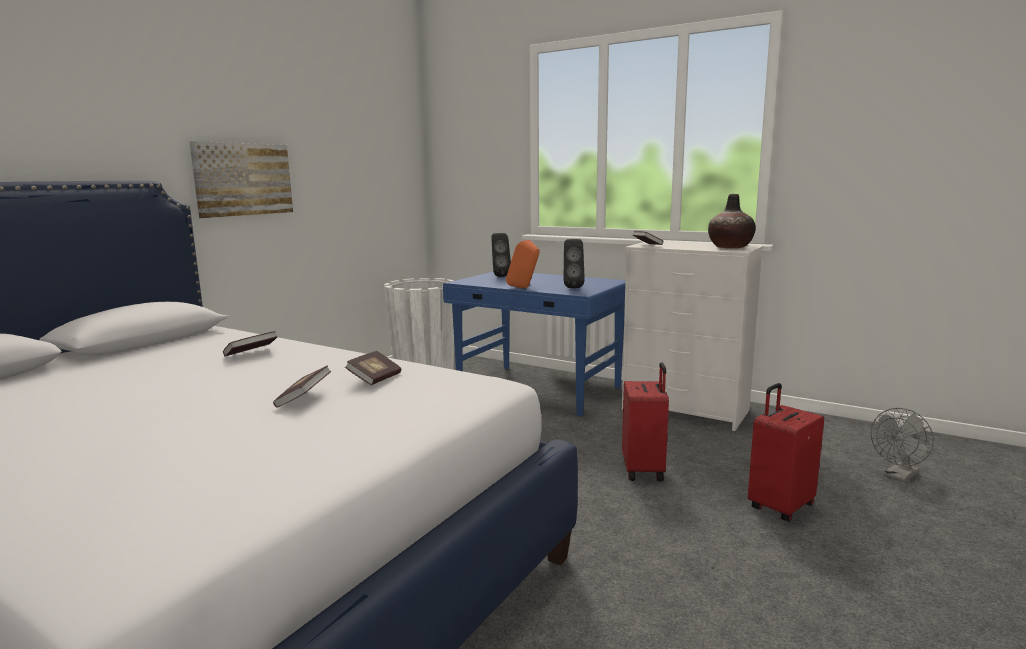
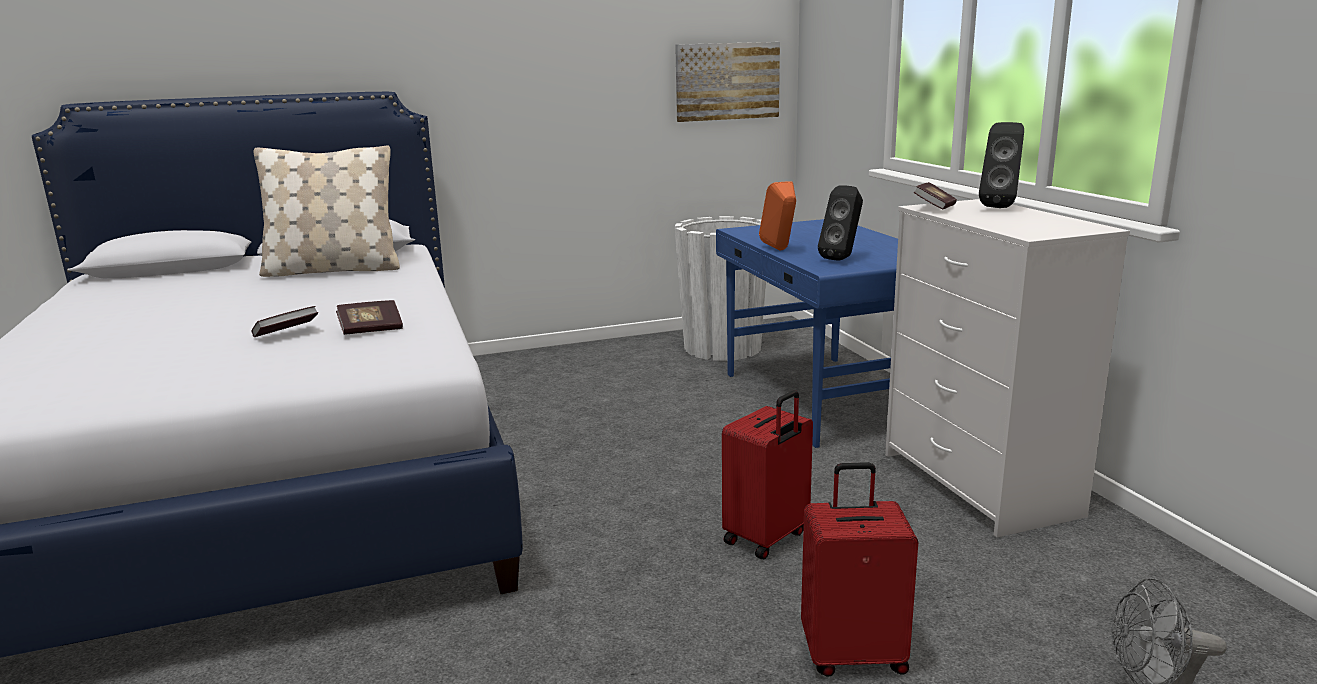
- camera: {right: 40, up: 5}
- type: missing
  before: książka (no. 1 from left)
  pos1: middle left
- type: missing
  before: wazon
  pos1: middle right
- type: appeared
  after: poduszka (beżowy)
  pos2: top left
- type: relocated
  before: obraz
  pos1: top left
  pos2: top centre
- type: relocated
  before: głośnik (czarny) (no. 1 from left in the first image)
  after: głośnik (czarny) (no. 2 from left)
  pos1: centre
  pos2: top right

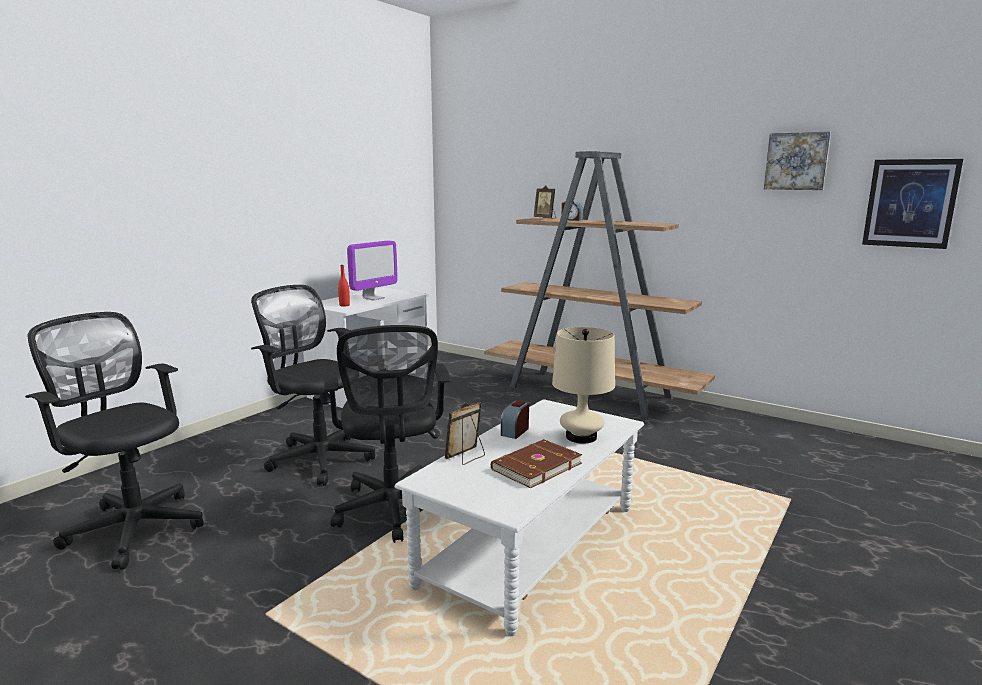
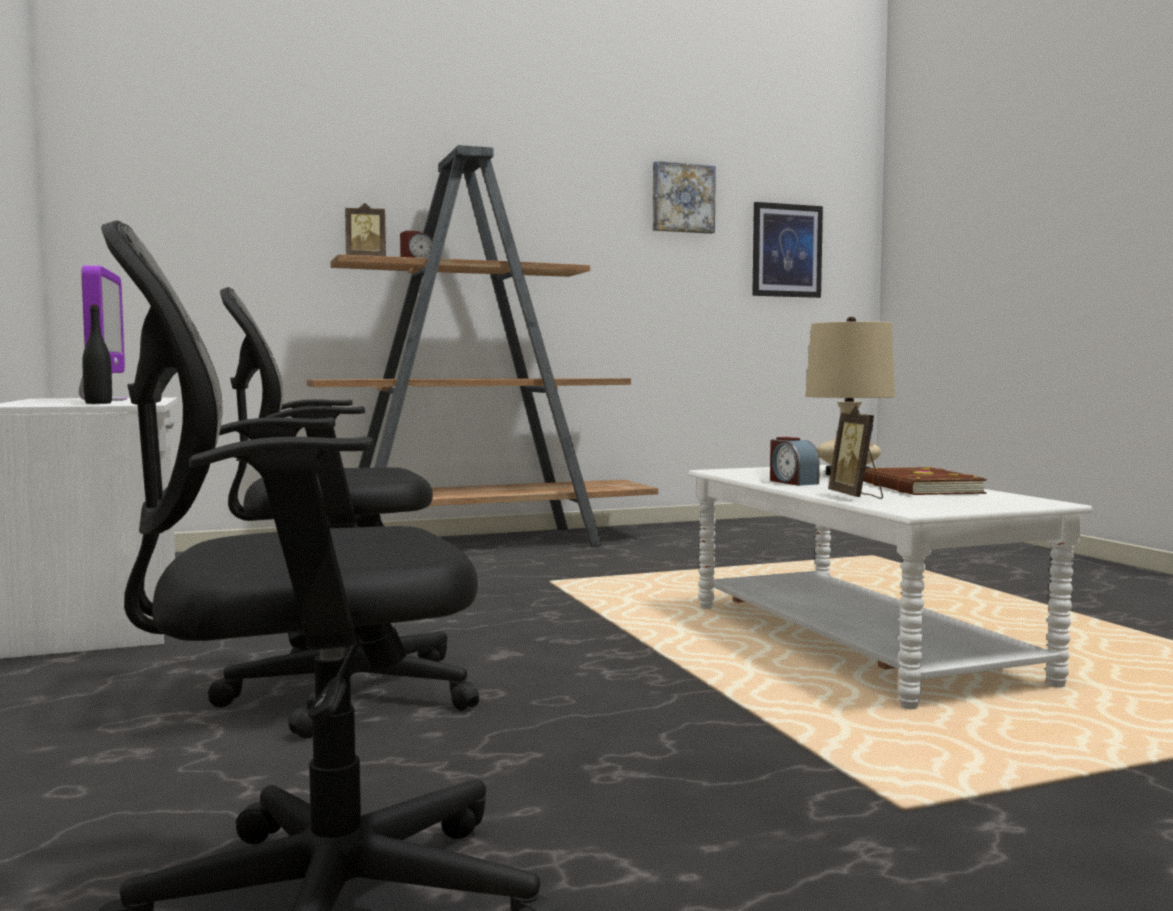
- camera: {right: -55, up: -10}
- type: missing
  before: krzesło biurowe (czarny) (no. 3 from left)
  pos1: centre
- type: colour
  before: butelka (czerwony)
  after: butelka (czarny)
  pos1: centre
  pos2: middle left

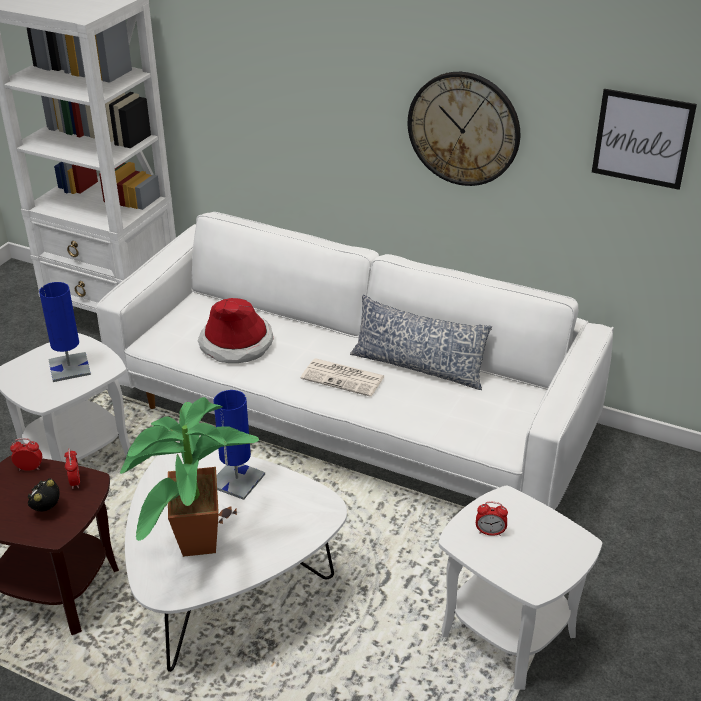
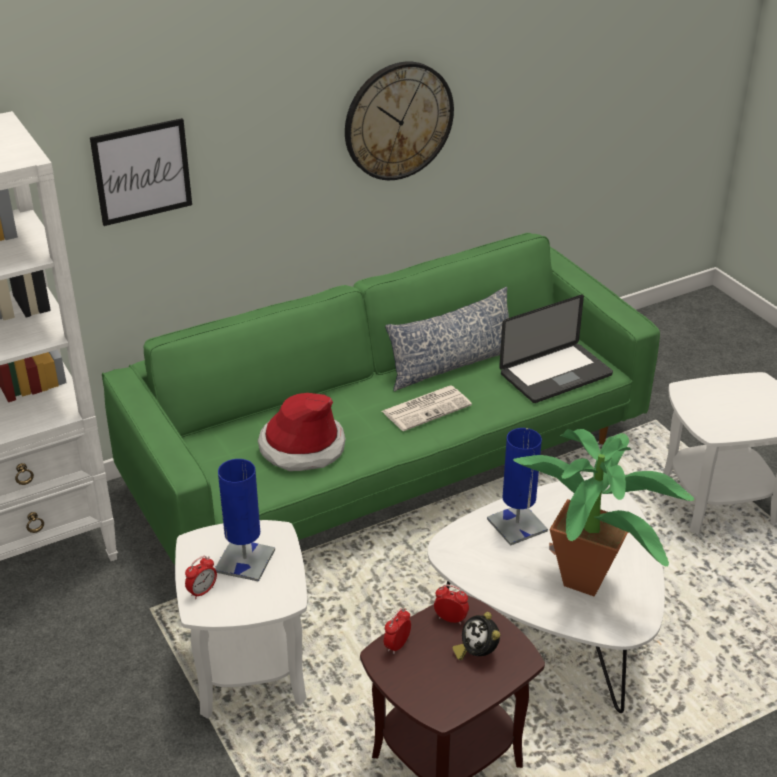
- camera: {right: -55, up: 0}
- type: appeared
  after: laptop
  pos2: middle right
- type: relocated
  before: budzik (no. 4 from left in the first image)
  after: budzik (no. 1 from left)
  pos1: bottom right
  pos2: bottom left
- type: relocated
  before: obraz
  pos1: top right
  pos2: top left
- type: colour
  before: kanapa (biały)
  after: kanapa (zielony)
  pos1: centre
  pos2: centre

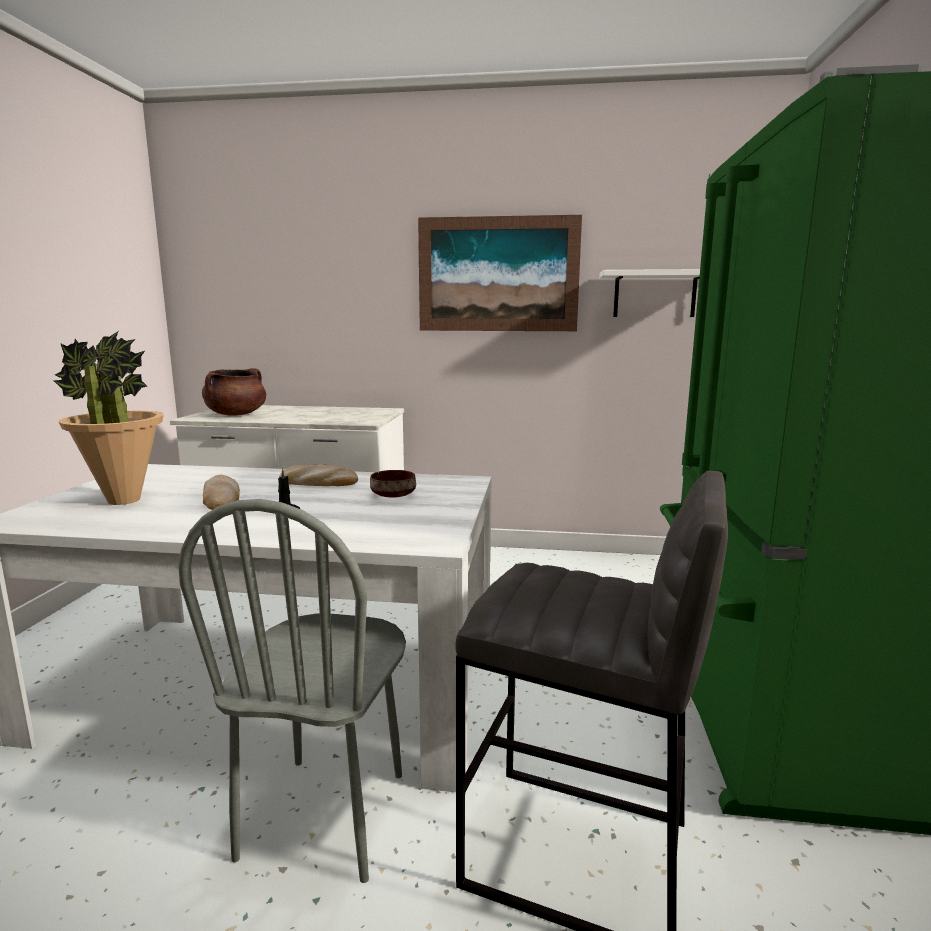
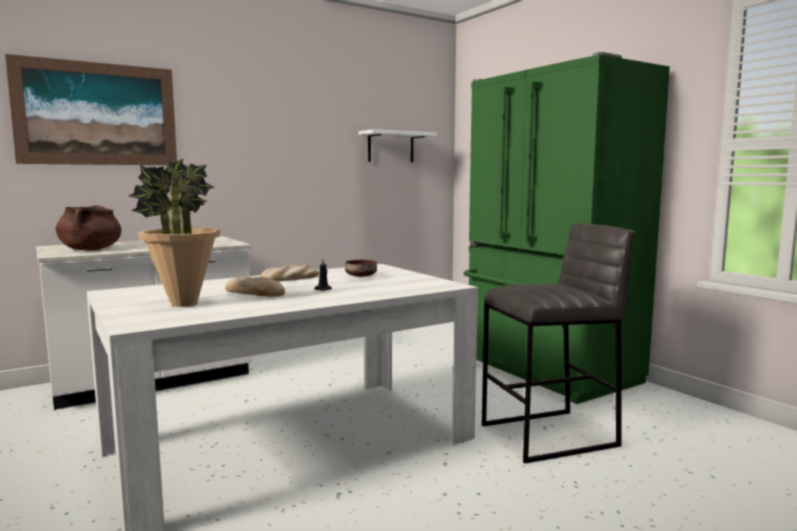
- camera: {right: -40, up: -5}
- type: missing
  before: krzesło (szary)
  pos1: bottom left
- type: relocated
  before: obraz
  pos1: top centre
  pos2: top left

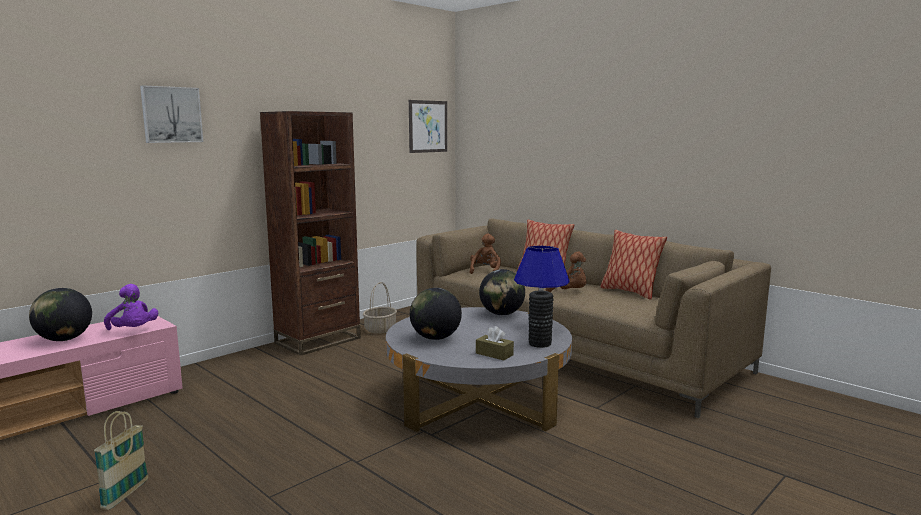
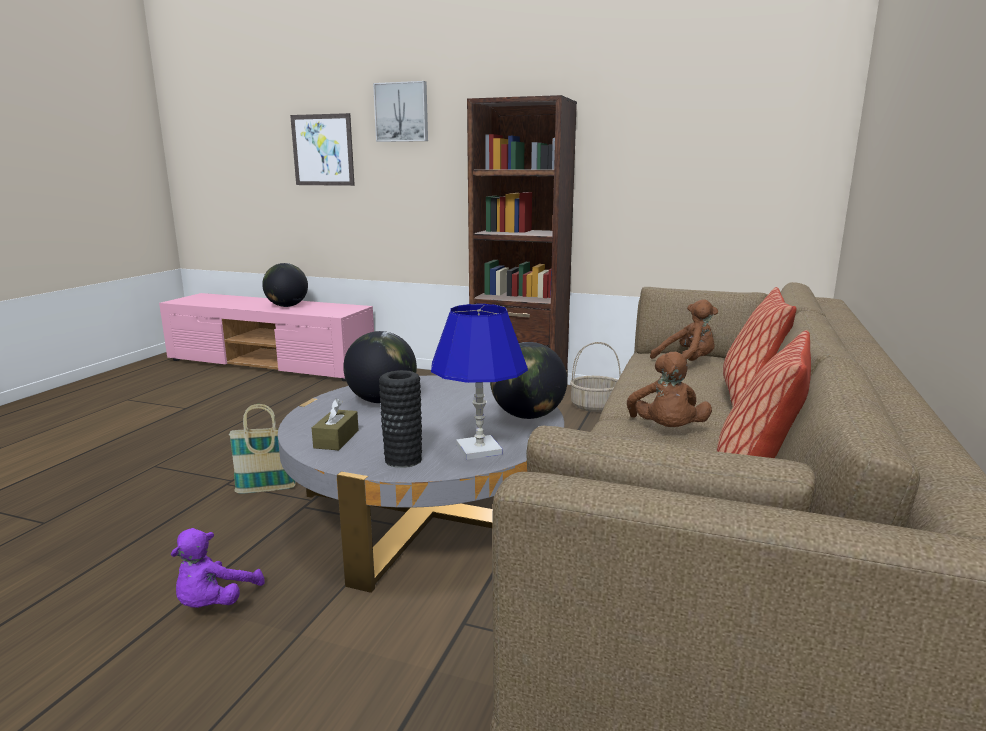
- camera: {right: 65, up: 5}
- type: relocated
  before: koszyk (no. 1 from left)
  pos1: bottom left
  pos2: middle left
- type: relocated
  before: pluszak (fioletowy)
  pos1: middle left
  pos2: bottom left
- type: relocated
  before: obraz (no. 2 from left in the first image)
  after: obraz (no. 1 from left)
  pos1: top centre
  pos2: top left

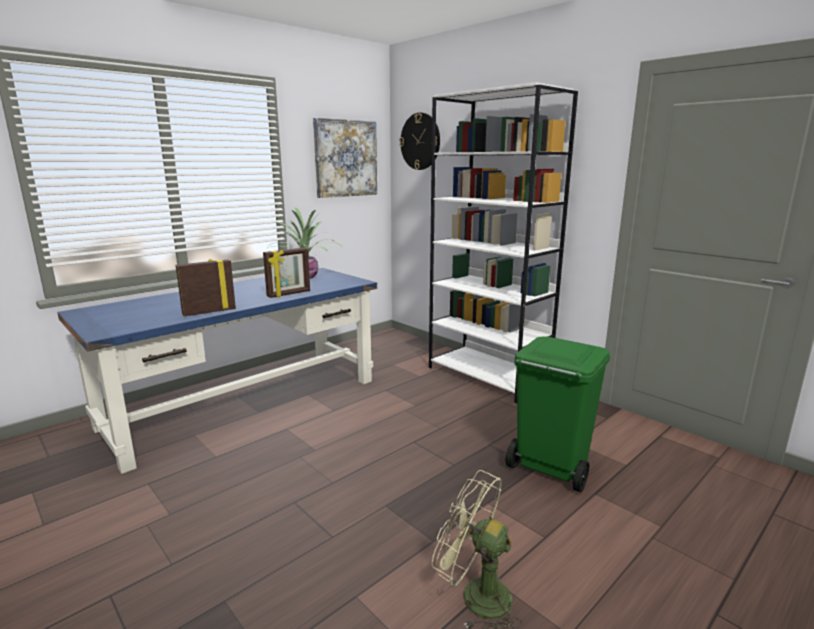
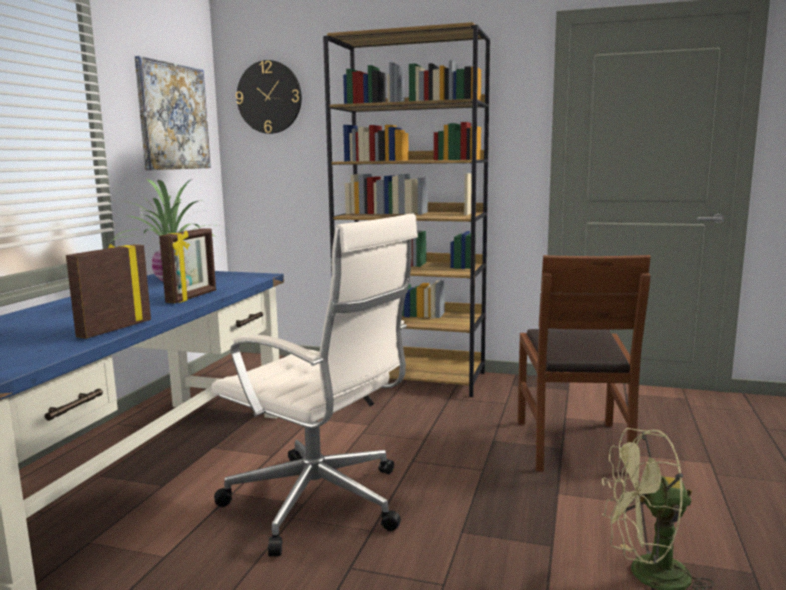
- camera: {right: -30, up: -5}
- type: appeared
  after: krzesło biurowe (biały)
  pos2: centre
- type: exchanged
  before: kosz na śmieci (zielony)
  after: krzesło (brązowy)
  pos1: middle right
  pos2: middle right
- type: colour
  before: regał (biały)
  after: regał (brązowy)
  pos1: centre
  pos2: centre

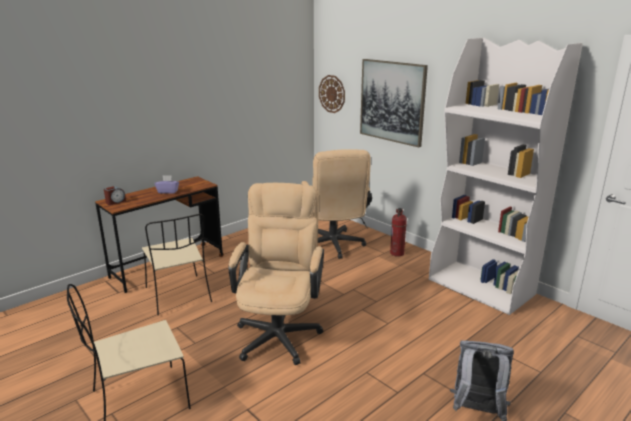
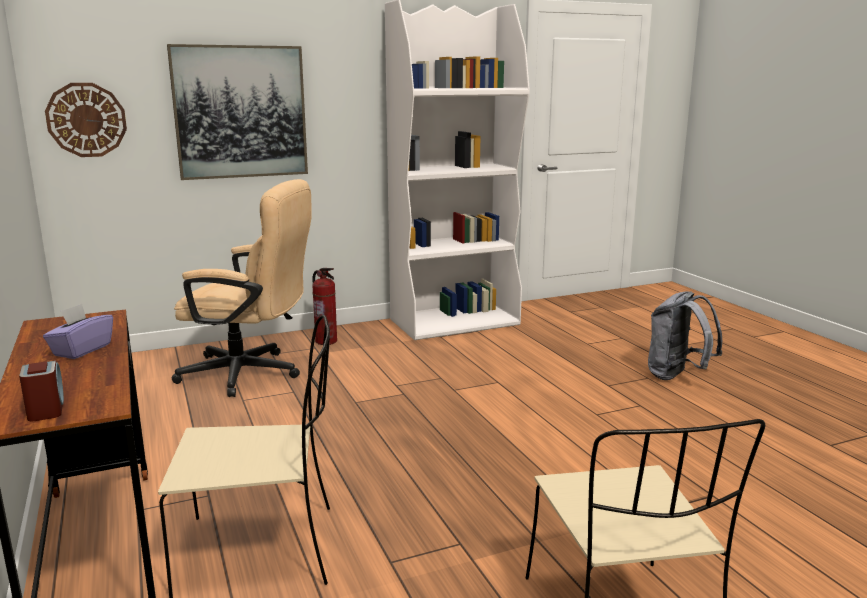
- camera: {right: -70, up: -5}
- type: missing
  before: krzesło biurowe (beżowy) (no. 1 from left)
  pos1: centre

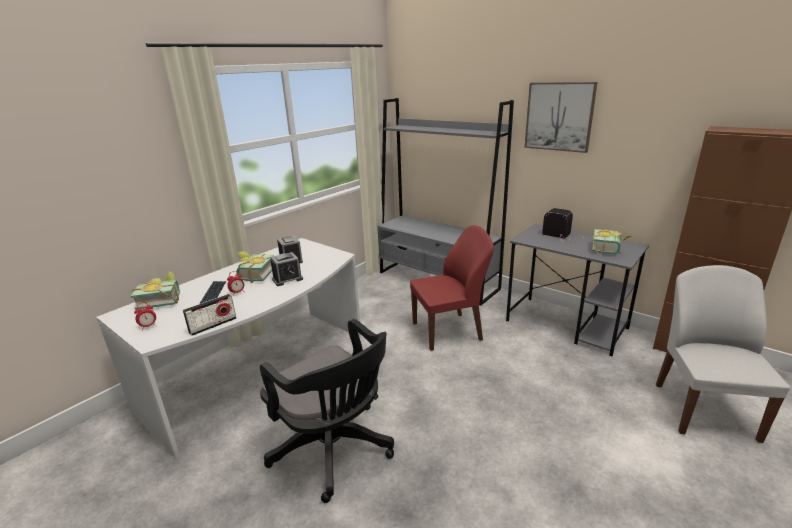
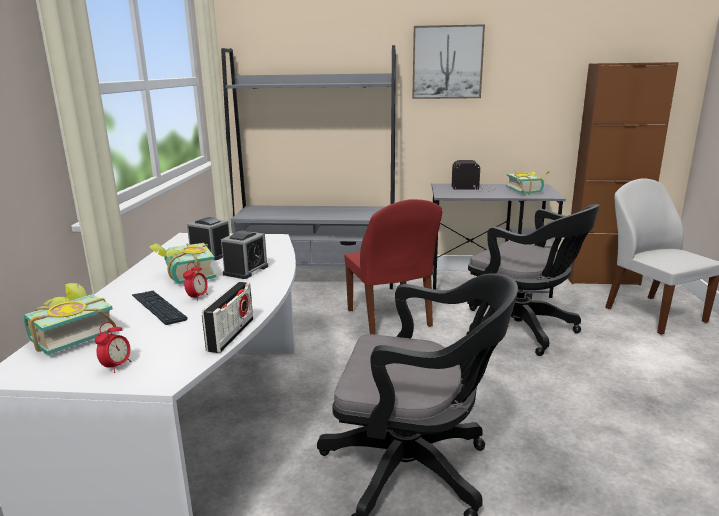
- camera: {right: -35, up: -5}
- type: appeared
  after: krzesło biurowe (czarny) (no. 2 from left)
  pos2: middle right
- type: spun
  before: krzesło (czerwony)
  pos1: centre
  pos2: centre
  turn: 120

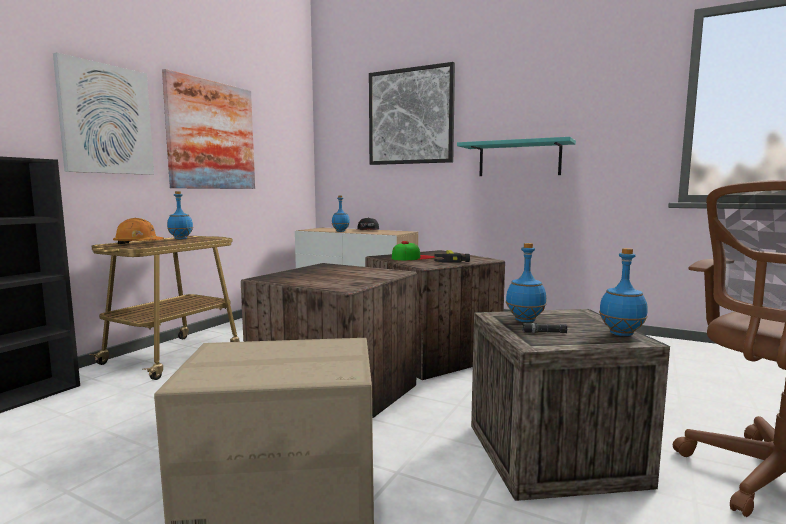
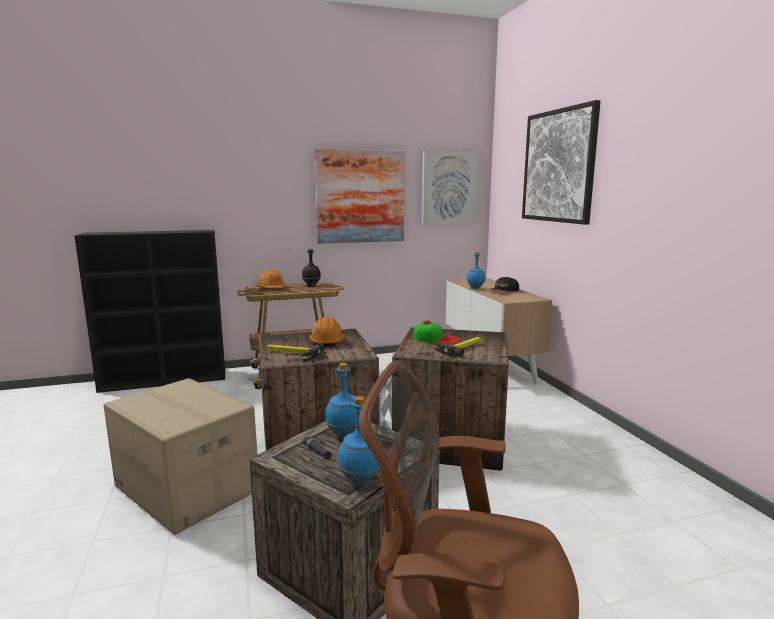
- camera: {right: 45, up: 5}
- type: missing
  before: półka (turkusowy)
  pos1: top centre
- type: appeared
  after: młotek (no. 1 from left)
  pos2: centre
- type: appeared
  after: kask (pomarańczowy) (no. 2 from left)
  pos2: centre
- type: relocated
  before: obraz (no. 1 from left in the first image)
  after: obraz (no. 2 from left)
  pos1: top left
  pos2: top centre
- type: colour
  before: butelka (niebieski) (no. 1 from left)
  after: butelka (czarny)
  pos1: middle left
  pos2: centre

